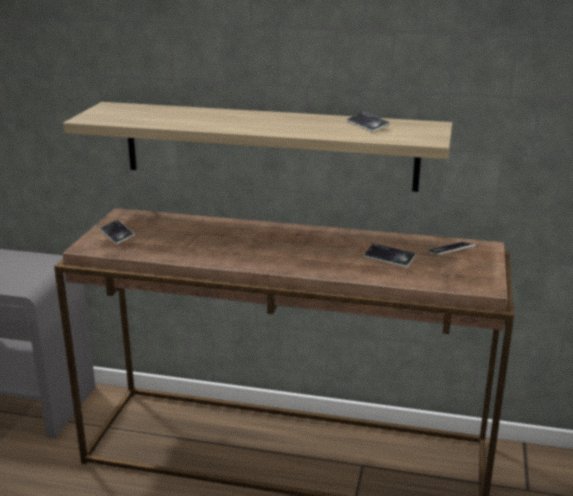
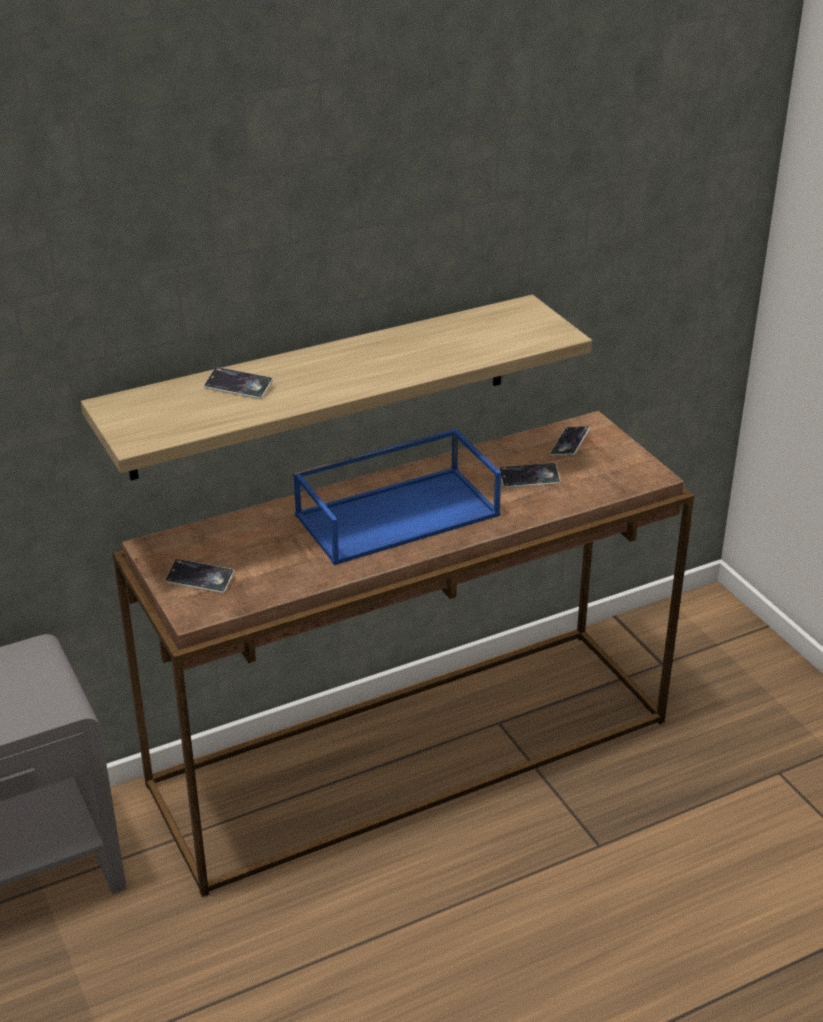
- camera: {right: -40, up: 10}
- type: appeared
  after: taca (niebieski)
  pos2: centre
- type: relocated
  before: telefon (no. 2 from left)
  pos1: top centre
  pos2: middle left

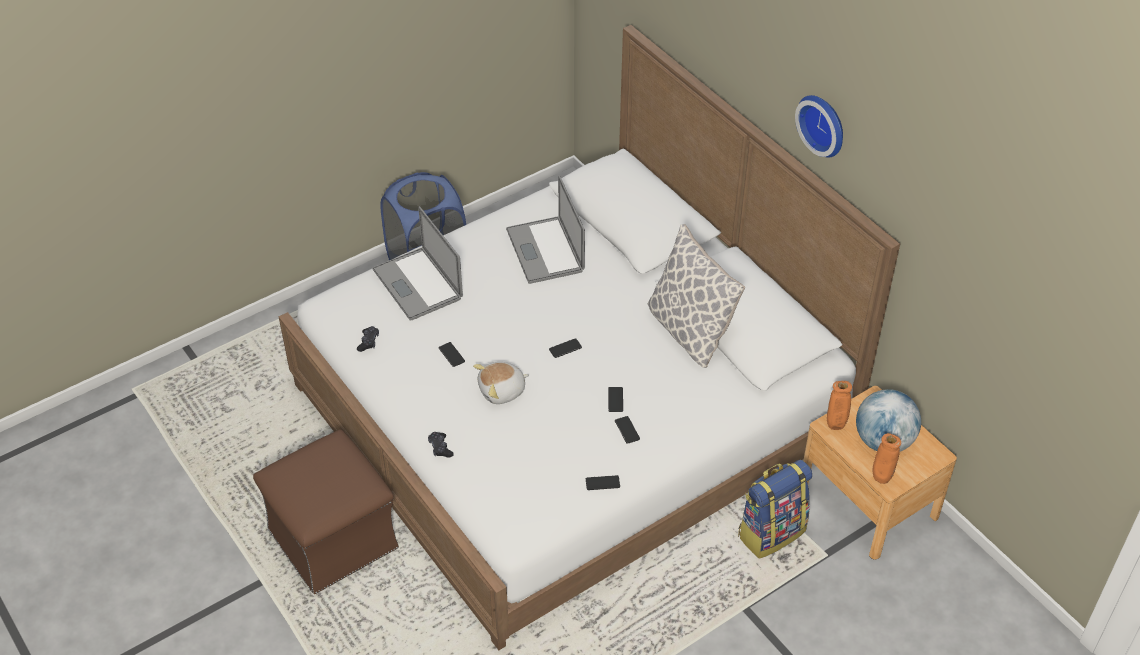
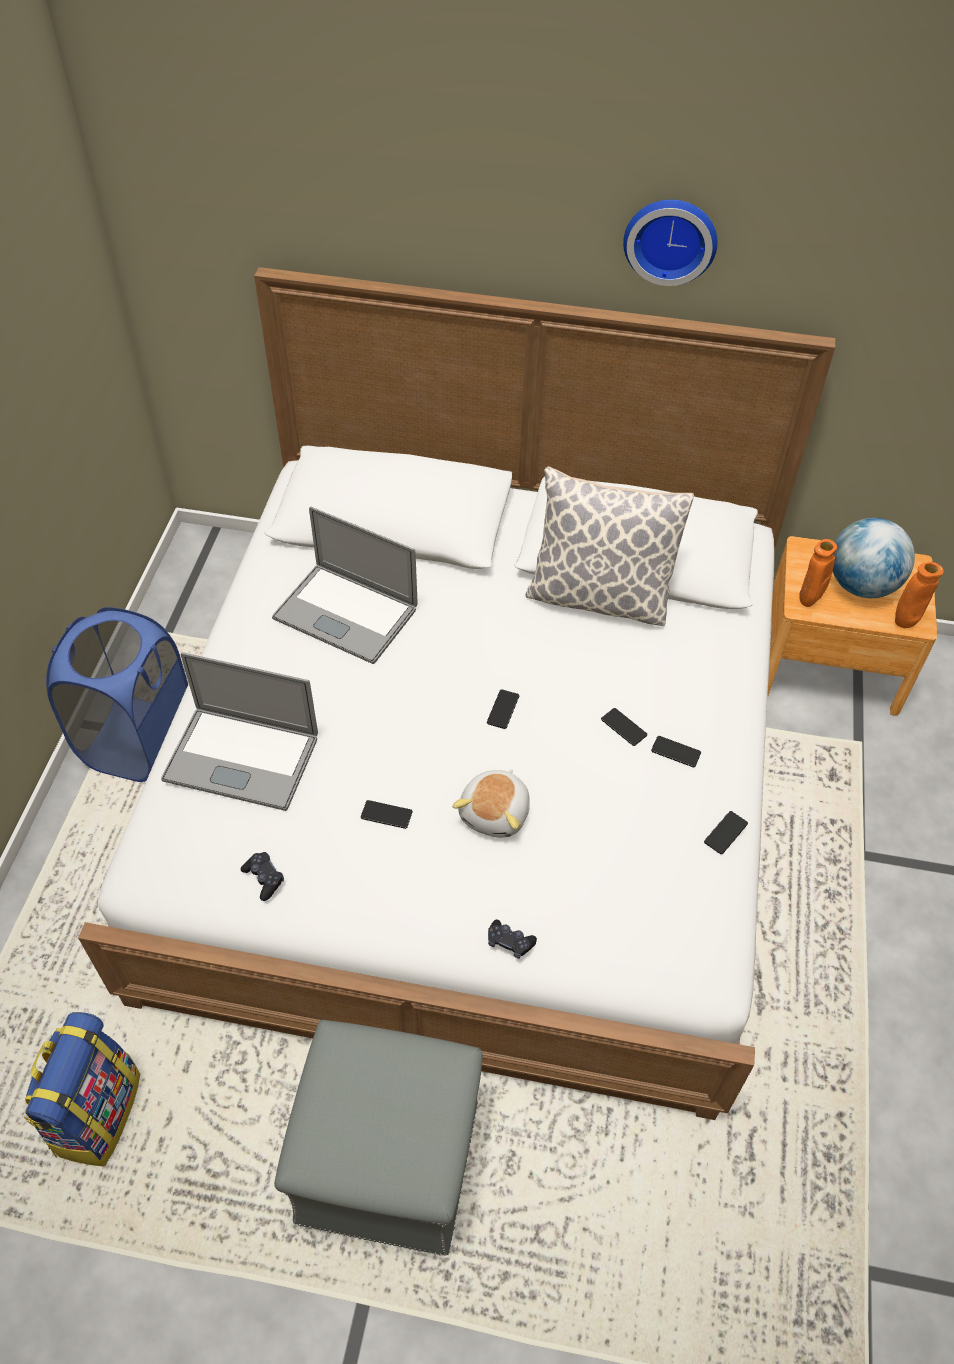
- camera: {right: -45, up: 5}
- type: relocated
  before: plecak
  pos1: bottom right
  pos2: bottom left
- type: colour
  before: pufa (brązowy)
  after: pufa (szary)
  pos1: bottom left
  pos2: bottom centre

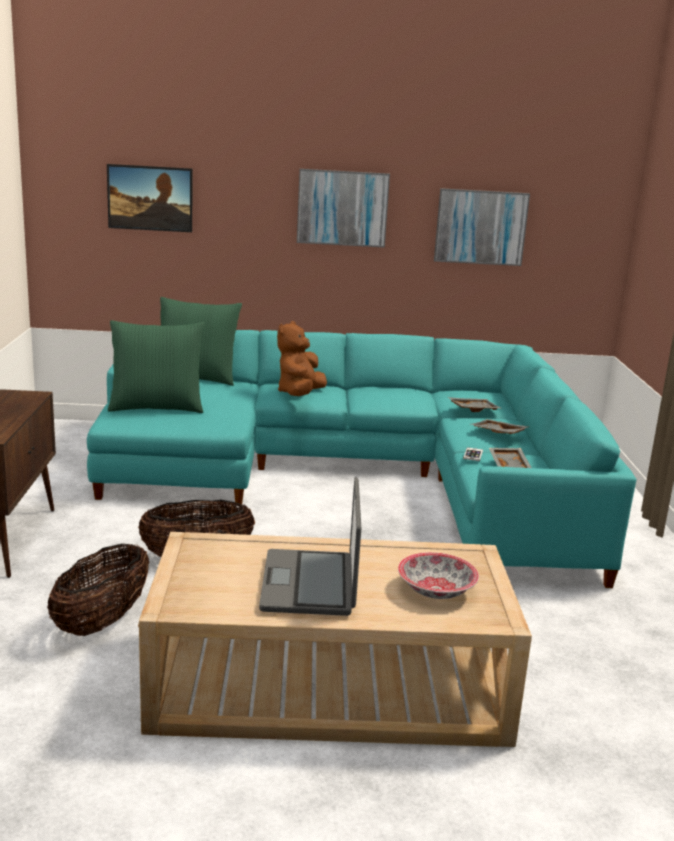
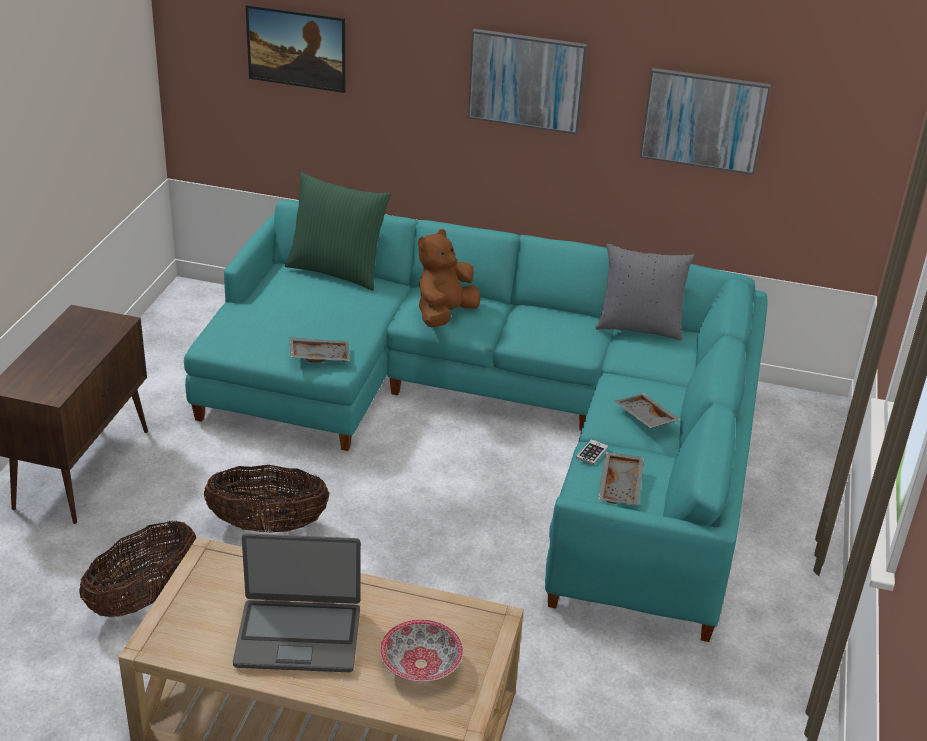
- camera: {right: 15, up: 15}
- type: missing
  before: poduszka (zielony) (no. 1 from left)
  pos1: middle left
- type: appeared
  after: poduszka (szary)
  pos2: middle right
- type: relocated
  before: taca (szary) (no. 1 from left)
  pos1: middle right
  pos2: centre
- type: spun
  before: laptop
  pos1: centre
  pos2: bottom left
  turn: -105

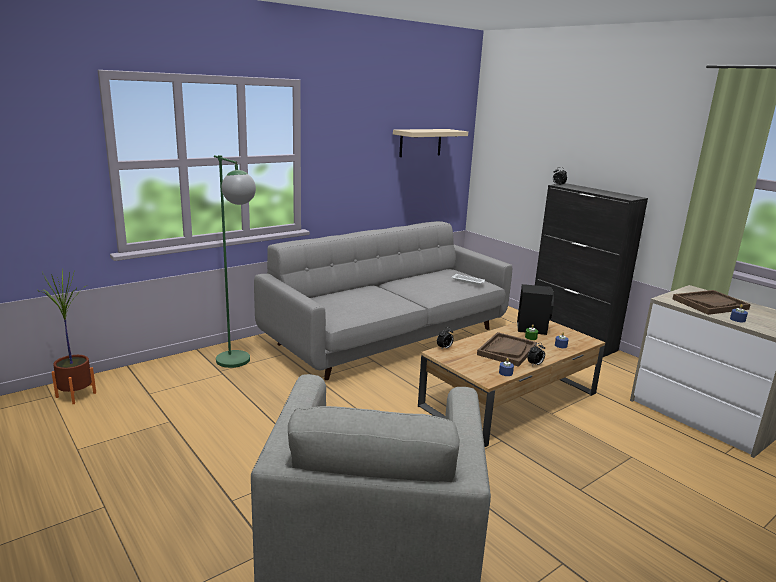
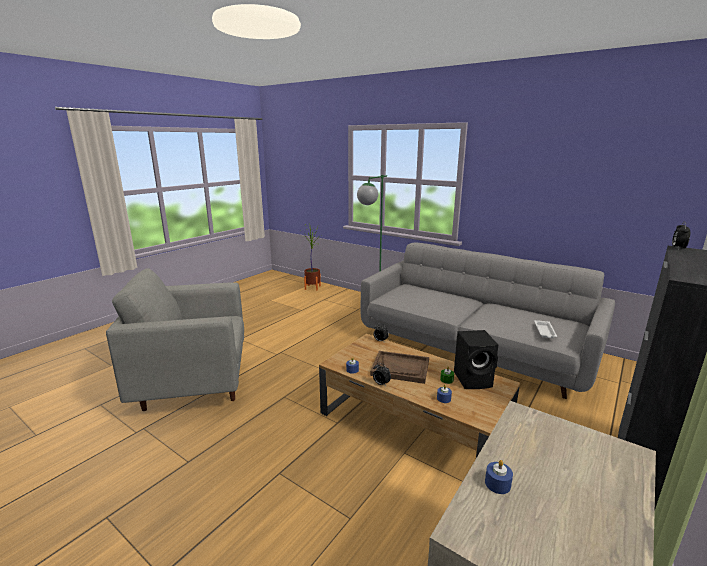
- camera: {right: 75, up: 0}
- type: missing
  before: półka (beżowy)
  pos1: top centre
- type: missing
  before: taca (brązowy) (no. 2 from left)
  pos1: middle right

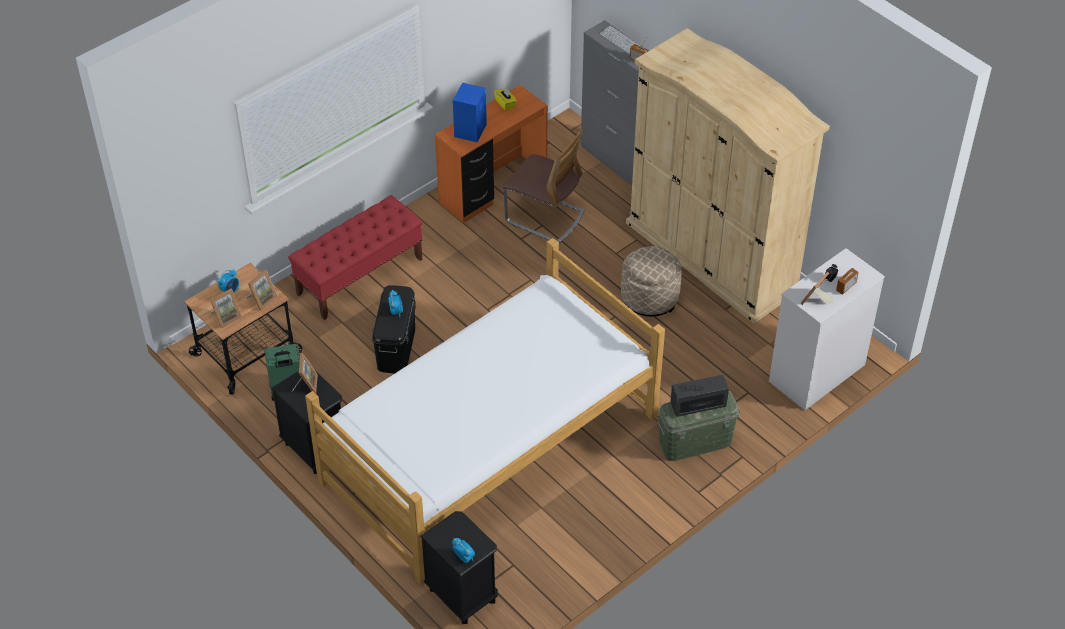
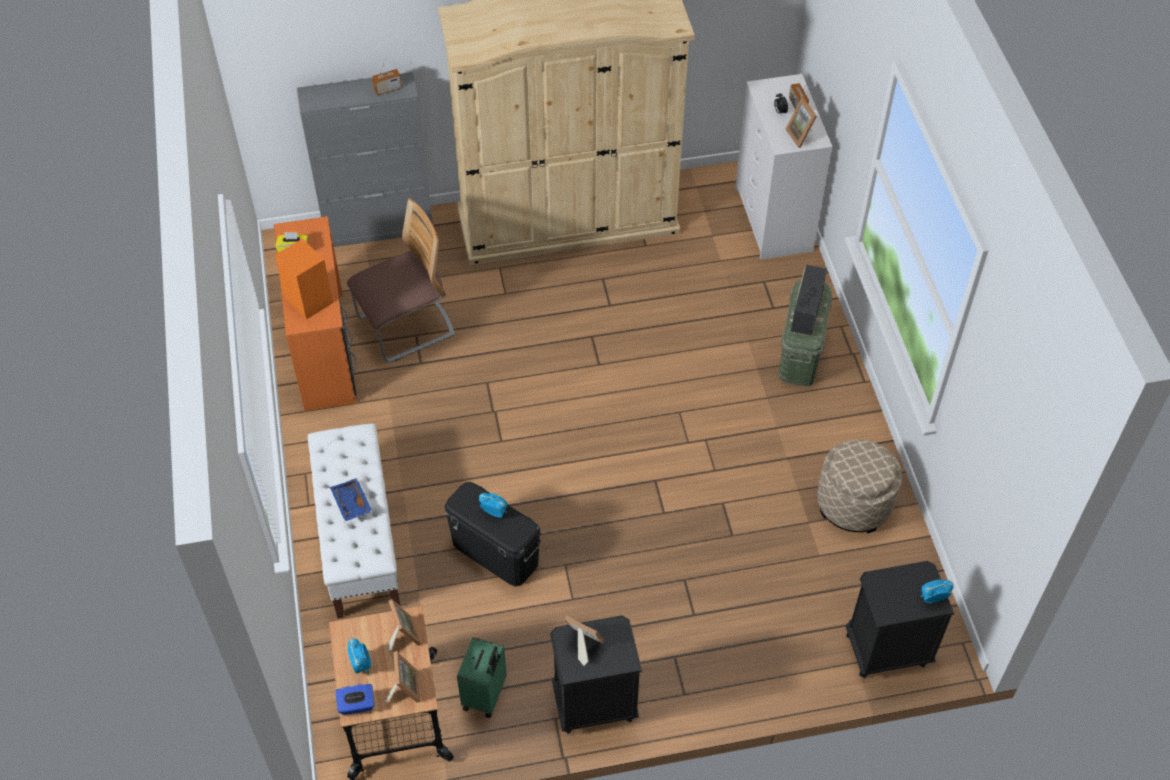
- camera: {right: -60, up: 5}
- type: missing
  before: łóżko
  pos1: centre
- type: missing
  before: klawiatura
  pos1: top centre
- type: appeared
  after: taca (niebieski)
  pos2: middle left
- type: appeared
  after: pudełko chusteczek (niebieski)
  pos2: bottom left
- type: relocated
  before: pufa (beżowy)
  pos1: centre
  pos2: middle right
- type: colour
  before: ławka (czerwony)
  after: ławka (biały)
  pos1: centre
  pos2: bottom left
- type: colour
  before: głośnik (niebieski)
  after: głośnik (pomarańczowy)
  pos1: top centre
  pos2: middle left

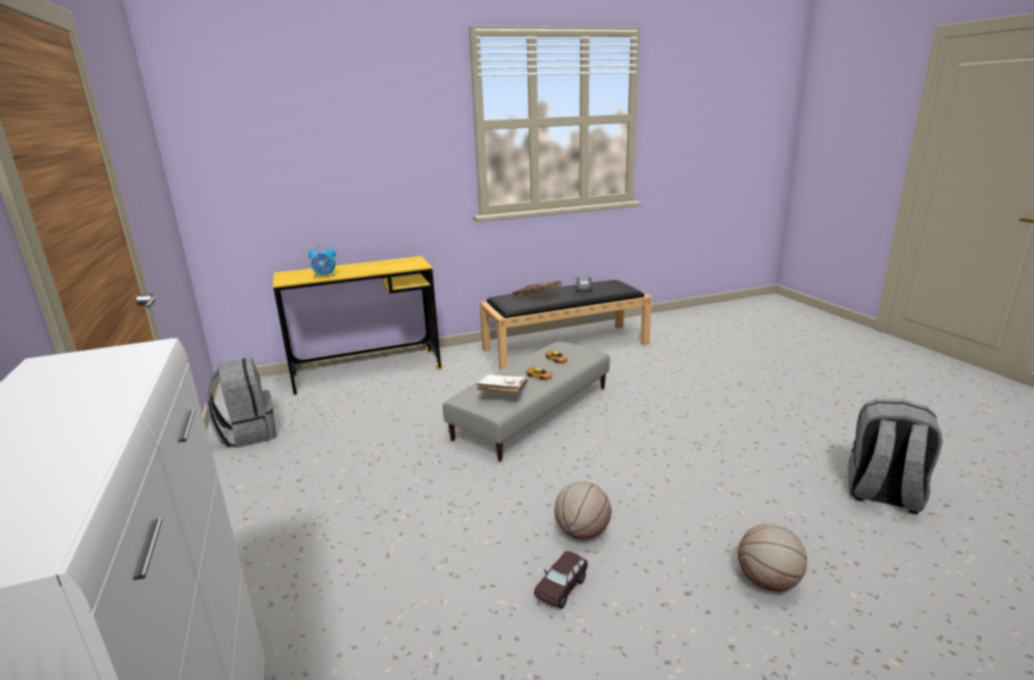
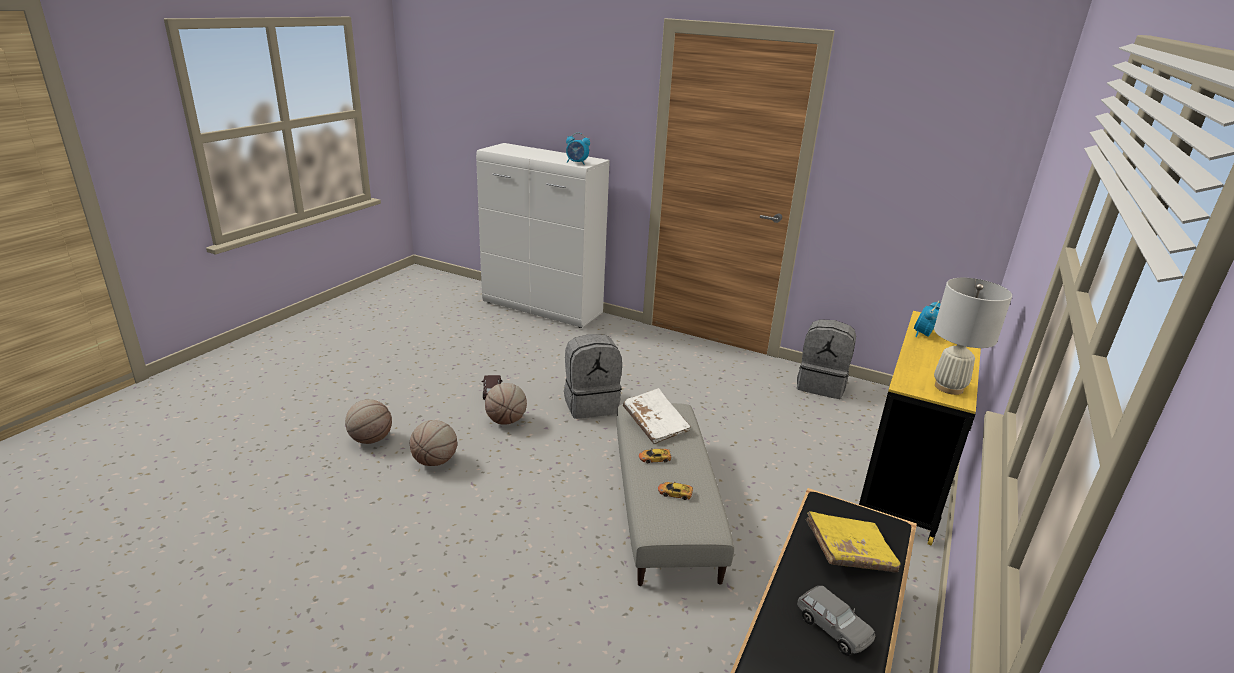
- camera: {right: 135, up: 5}
- type: appeared
  after: piłka do koszykówki (no. 2 from left)
  pos2: centre
- type: appeared
  after: budzik (no. 1 from left)
  pos2: top centre
- type: appeared
  after: lampa stołowa (biały)
  pos2: middle right
- type: relocated
  before: plecak (szary) (no. 2 from left in the first image)
  after: plecak (szary) (no. 1 from left)
  pos1: bottom right
  pos2: centre
- type: colour
  before: książka (brązowy)
  after: książka (żółty)
  pos1: centre
  pos2: bottom right

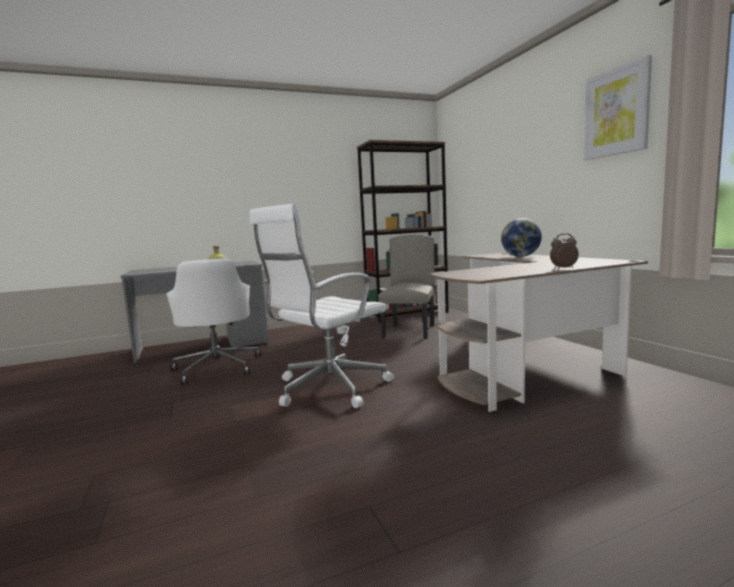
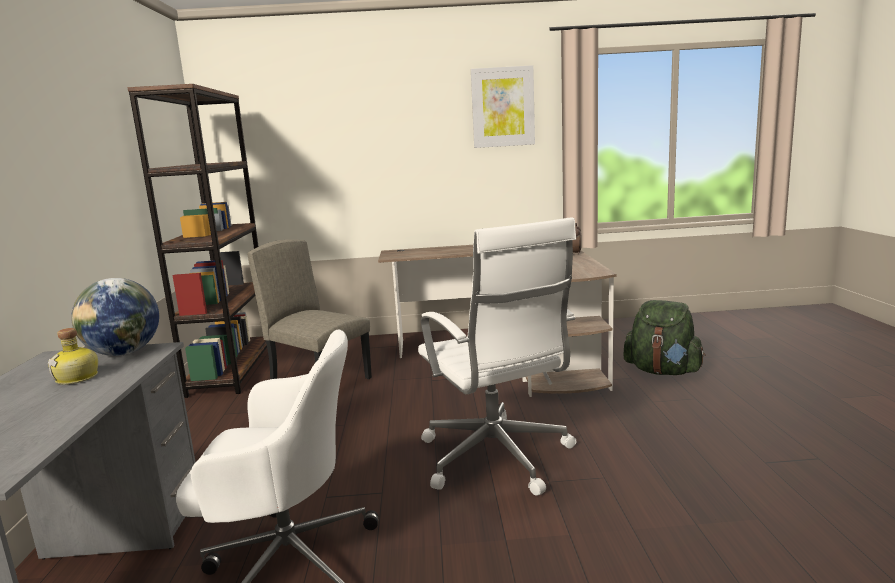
- camera: {right: -70, up: 5}
- type: appeared
  after: plecak (zielony)
  pos2: middle right
- type: relocated
  before: globus
  pos1: middle right
  pos2: middle left

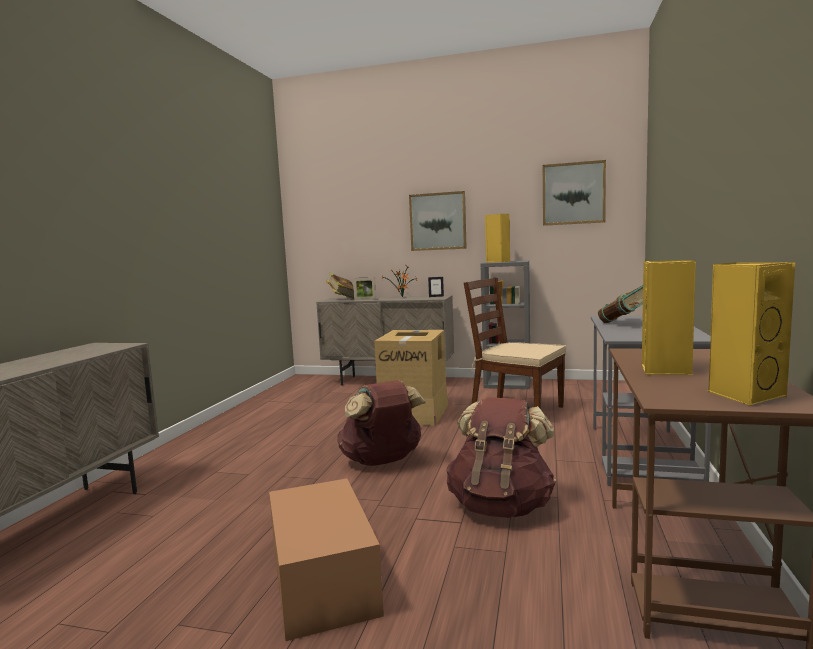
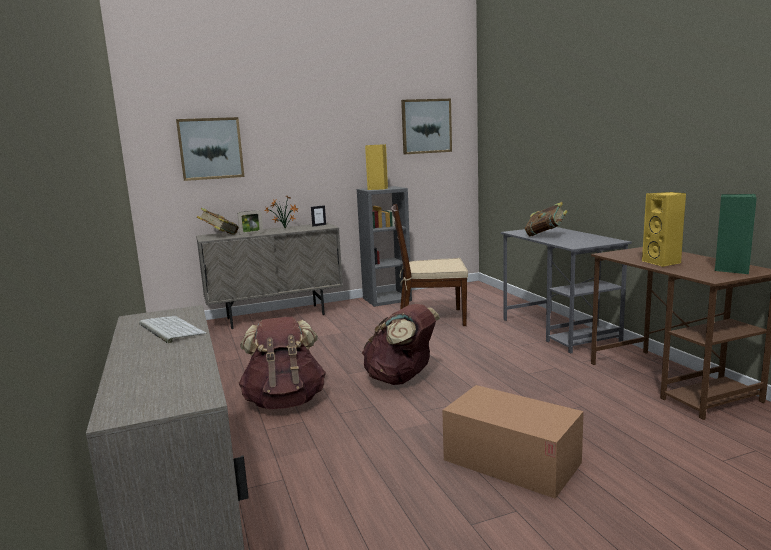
- camera: {right: -35, up: 5}
- type: missing
  before: karton (no. 2 from left)
  pos1: centre
- type: appeared
  after: klawiatura
  pos2: middle left
- type: relocated
  before: obraz (no. 1 from left)
  pos1: centre
  pos2: top left
- type: relocated
  before: plecak (brązowy) (no. 2 from left in the first image)
  after: plecak (brązowy) (no. 1 from left)
  pos1: bottom centre
  pos2: centre
- type: colour
  before: głośnik (żółty) (no. 3 from left)
  after: głośnik (zielony)
  pos1: middle right
  pos2: middle right

